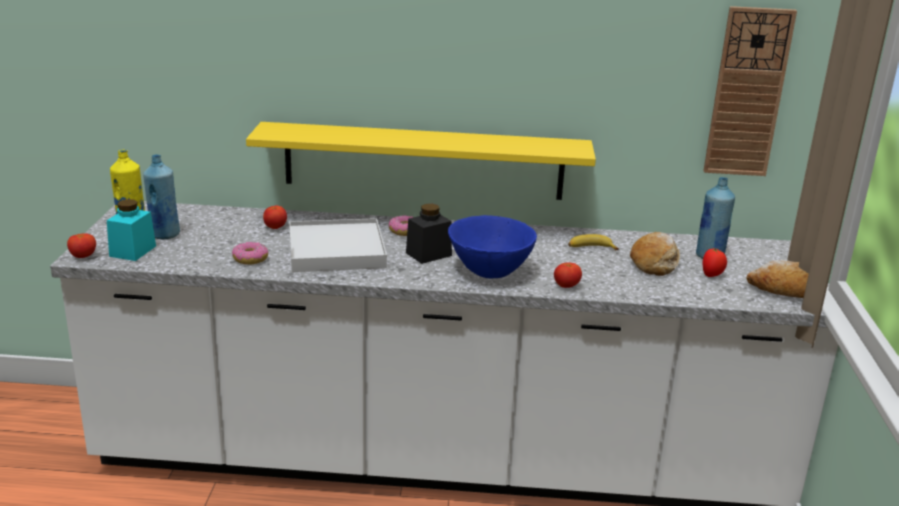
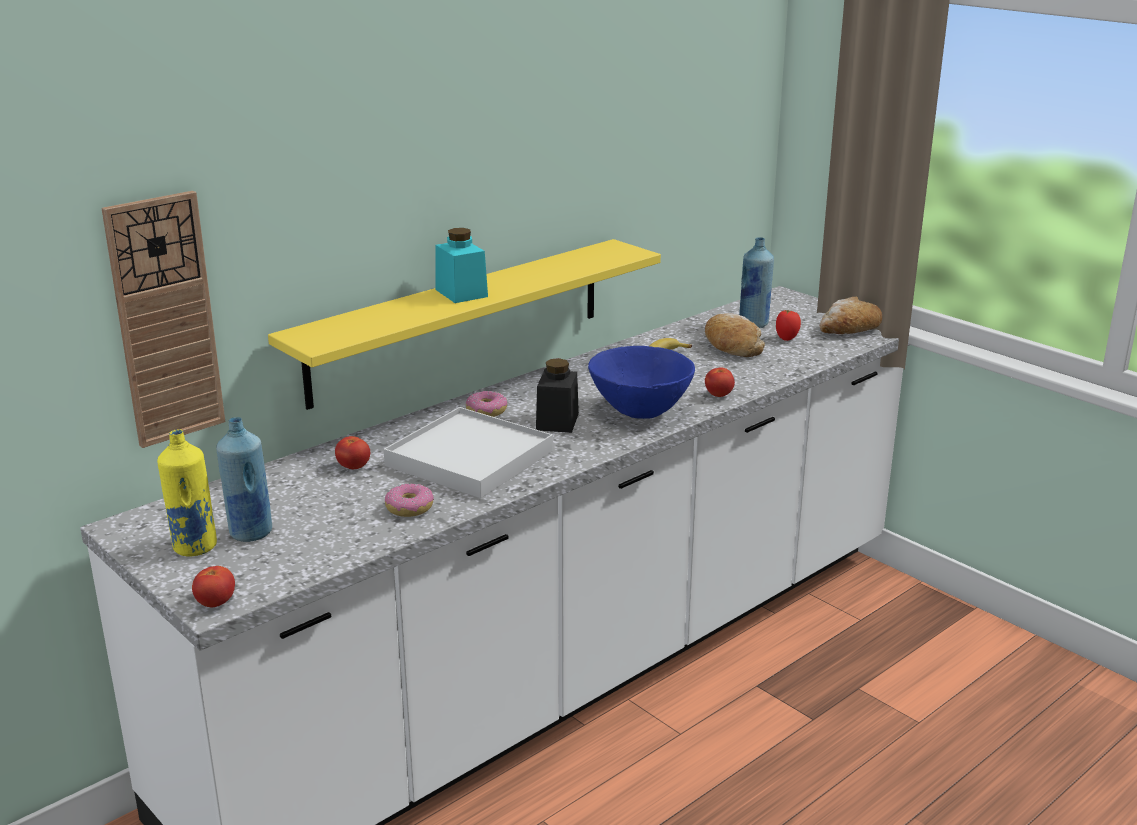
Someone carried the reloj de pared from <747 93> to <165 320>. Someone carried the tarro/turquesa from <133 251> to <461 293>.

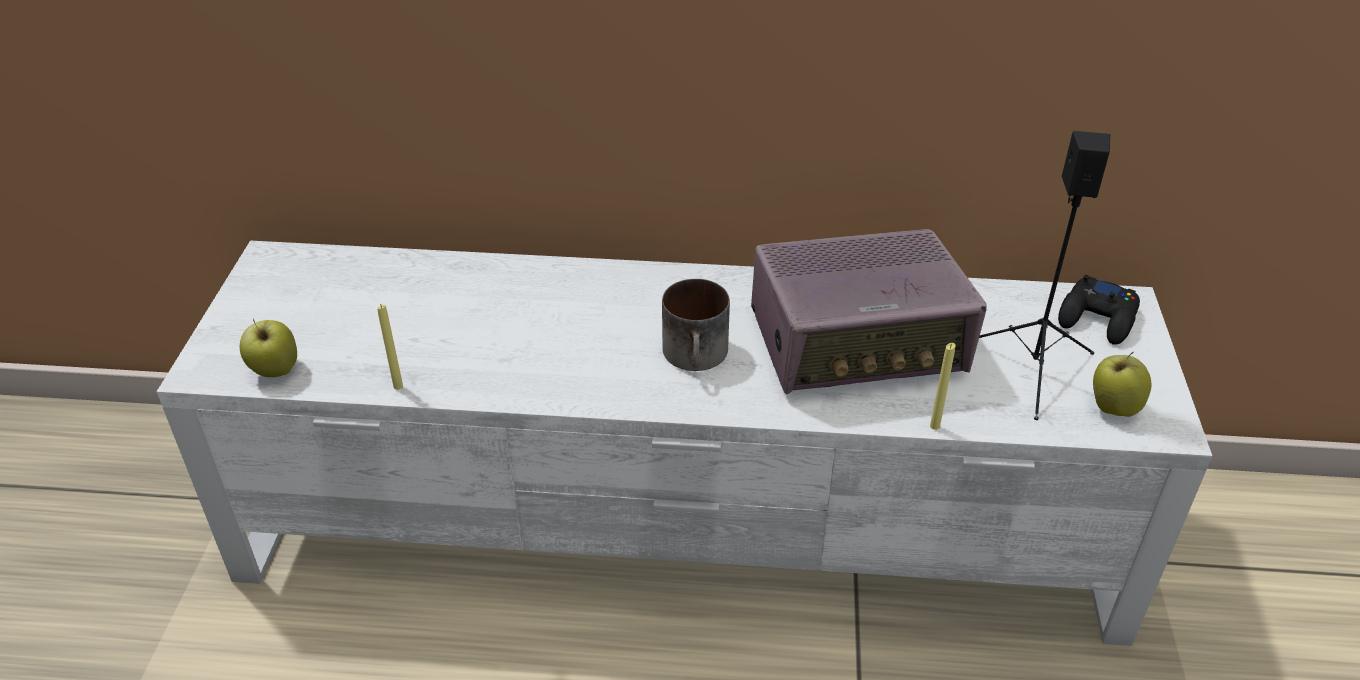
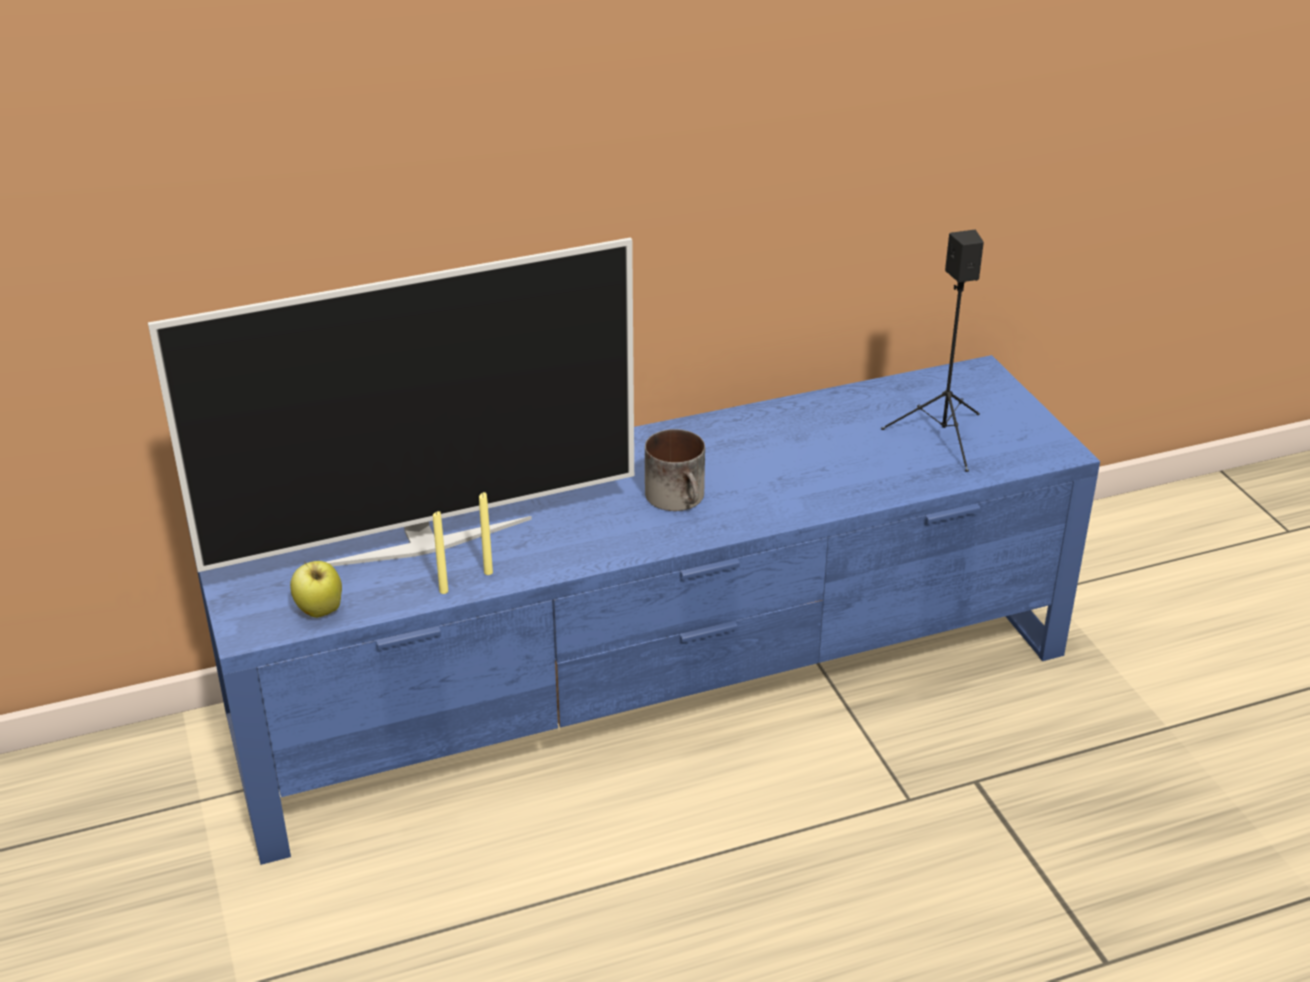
Someone put down the televisor at <422 541>. Someone repainted the mueble de televisión/blanco at <684 527>, which became the mueble de televisión/azul at <658 684>. Someone carried the vela/amarillo from <934 426> to <488 572>. Someone took away the radio at <859 343>. Someone took away the mando de consola/negro at <1098 318>. Someone took away the manzana at <1113 407>.

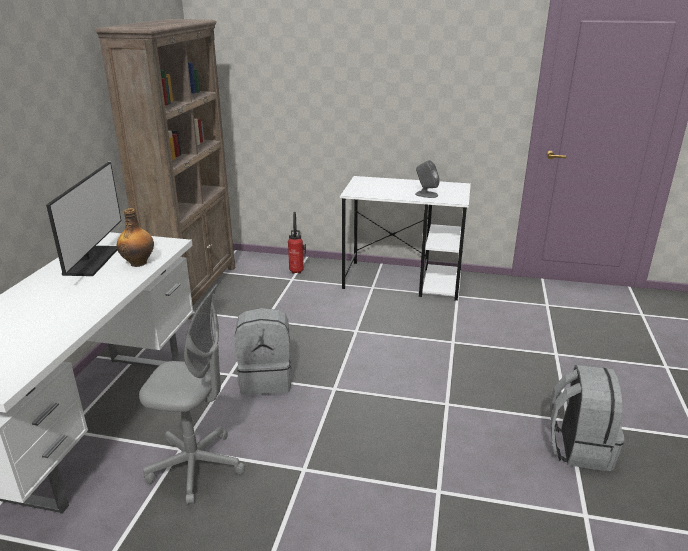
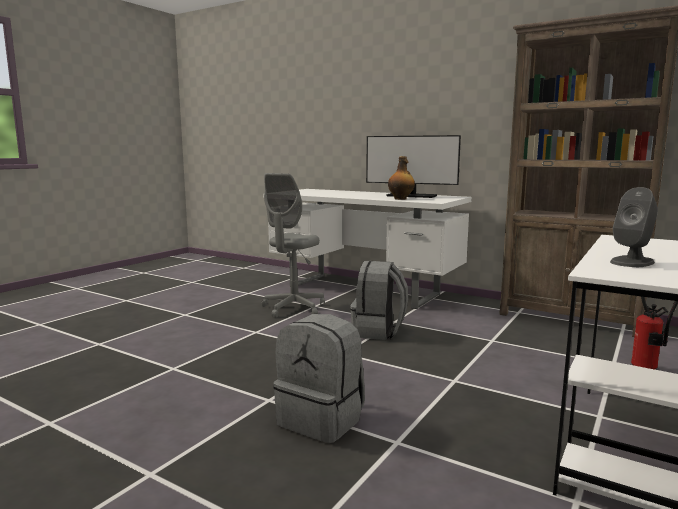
Someone carried the mochila/gris from <578 447> to <322 419>.

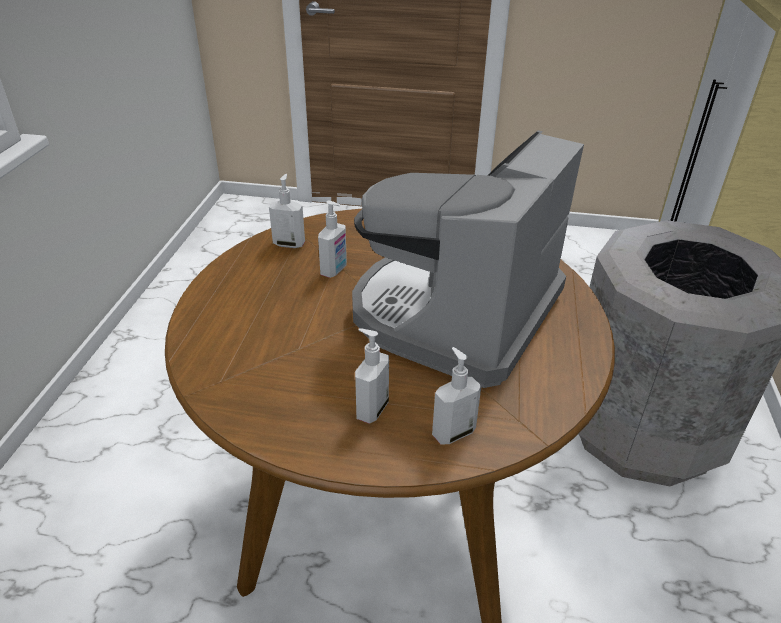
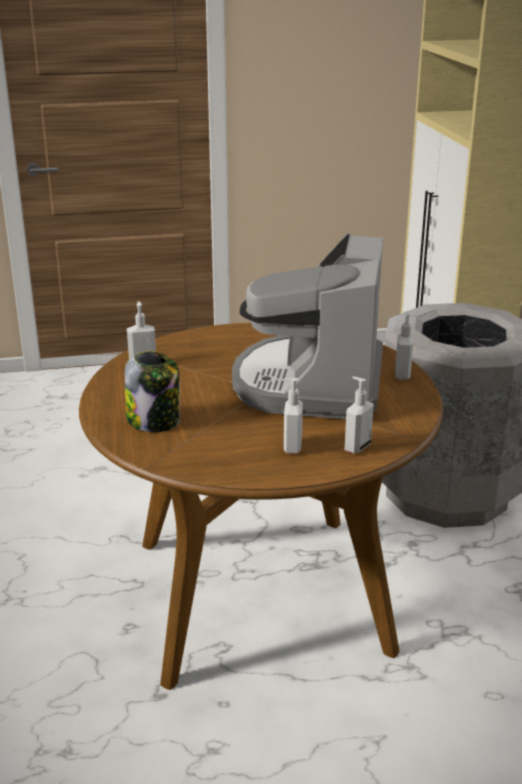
Someone put down the tarro at <154 421>. Someone carried the dispensador de jabón from <334 270> to <403 375>.

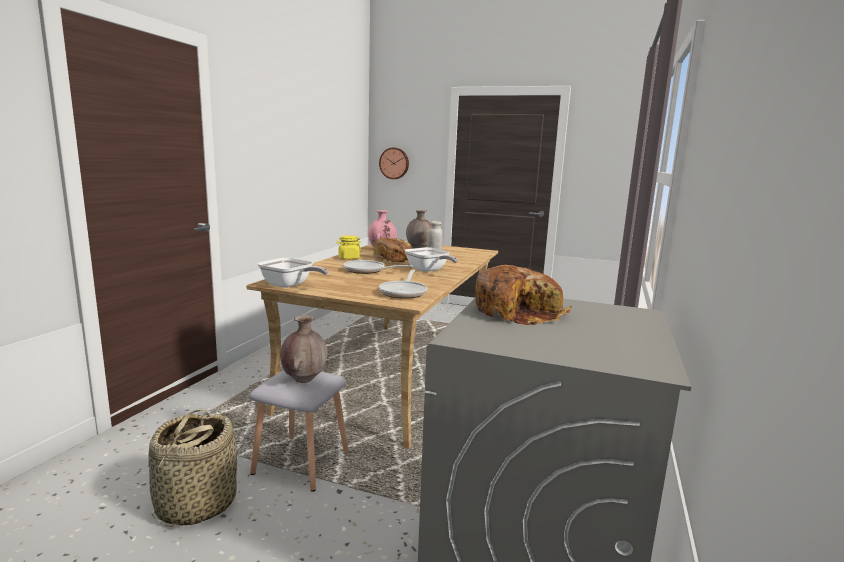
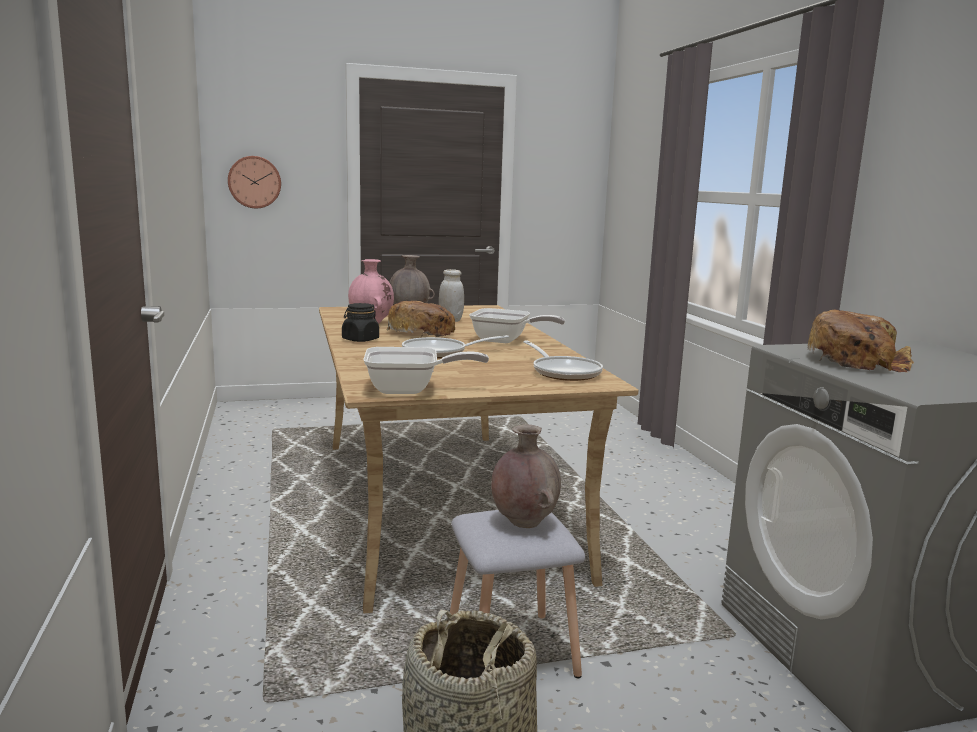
Someone repainted the tarro/amarillo at <348 258>, which became the tarro/negro at <360 340>.

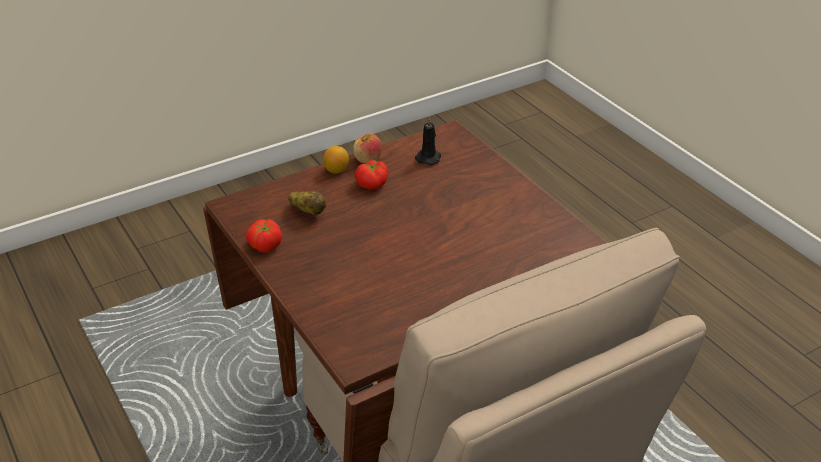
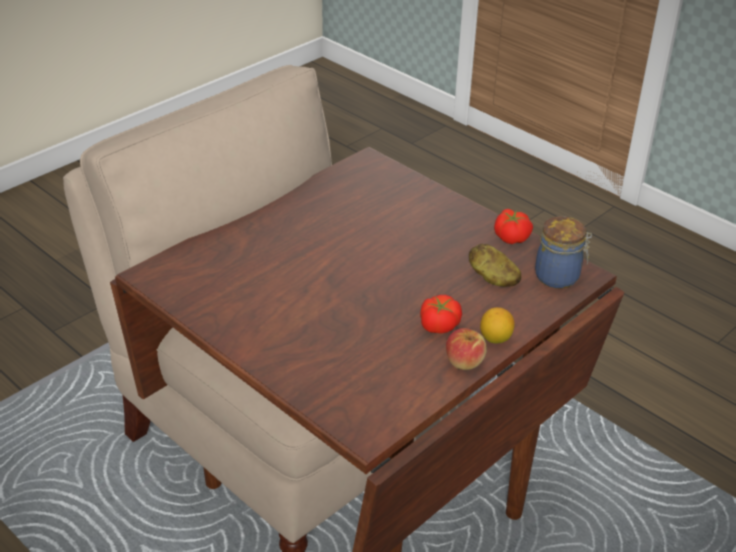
Someone put down the tarro at <559 277>. Someone took away the vela/negro at <428 157>.

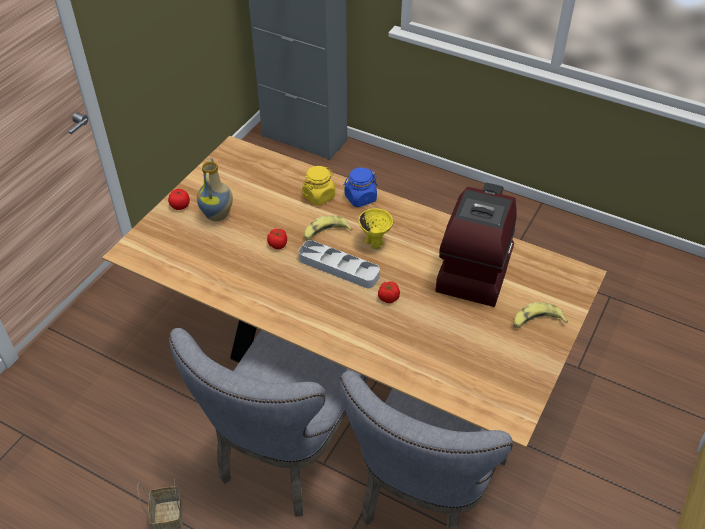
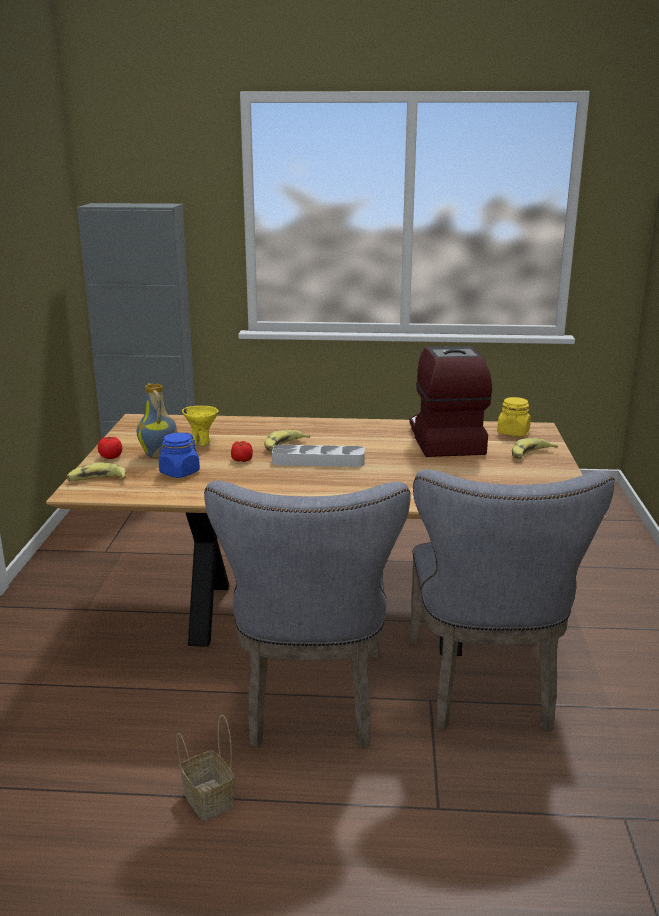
Someone put down the plátano at <97 480>. Someone carried the tarro/azul from <360 198> to <179 472>. Someone carried the cuenco/amarillo from <374 243> to <201 442>. Someone carried the tarro/amarillo from <319 196> to <513 432>. Someone took away the tomate at <388 298>.

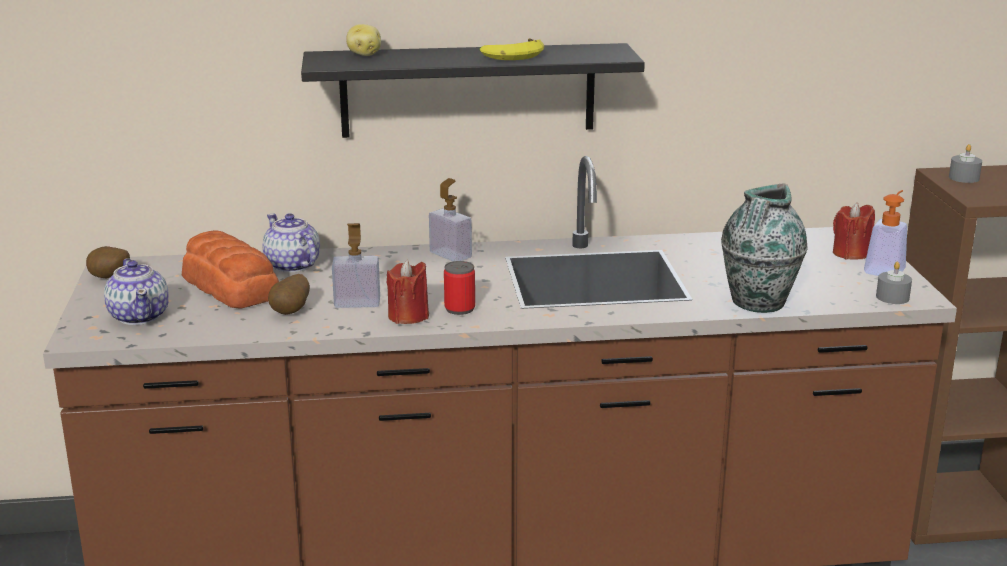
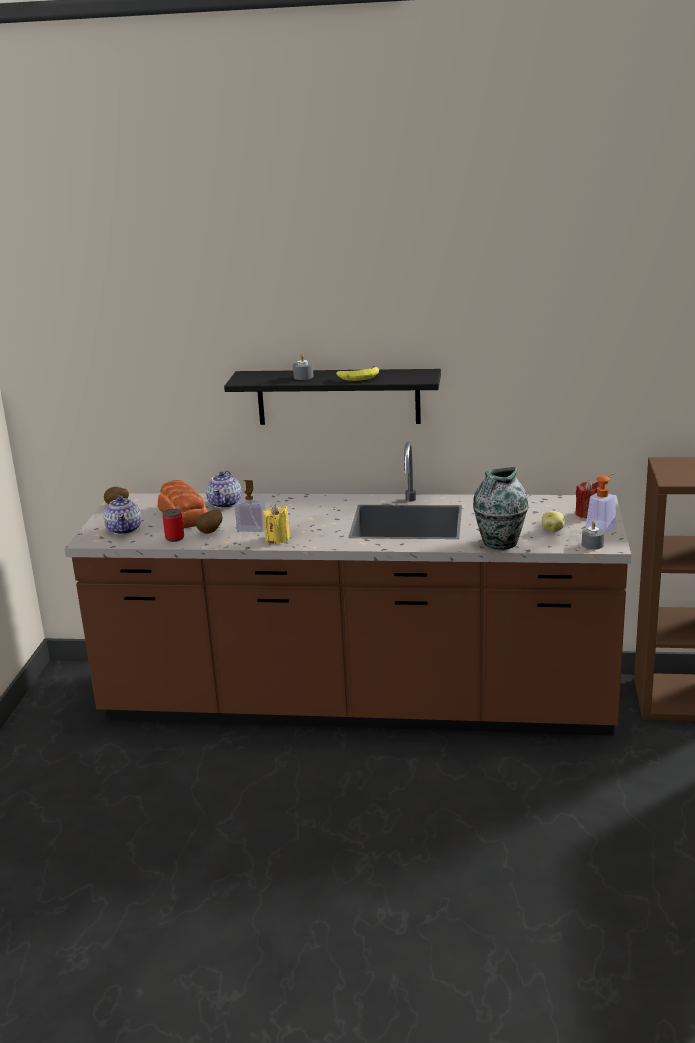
Someone carried the lata from <459 309> to <175 538>. Someone rotated the tetera at <292 266> by 150 degrees counterclockwise. Someone repainted the vela/rojo at <408 316>, which became the vela/amarillo at <277 539>. Someone carried the vela/gris from <964 178> to <303 377>. Someone carried the patata from <364 54> to <552 530>. Someone took away the dispensador de jabón at <450 255>.

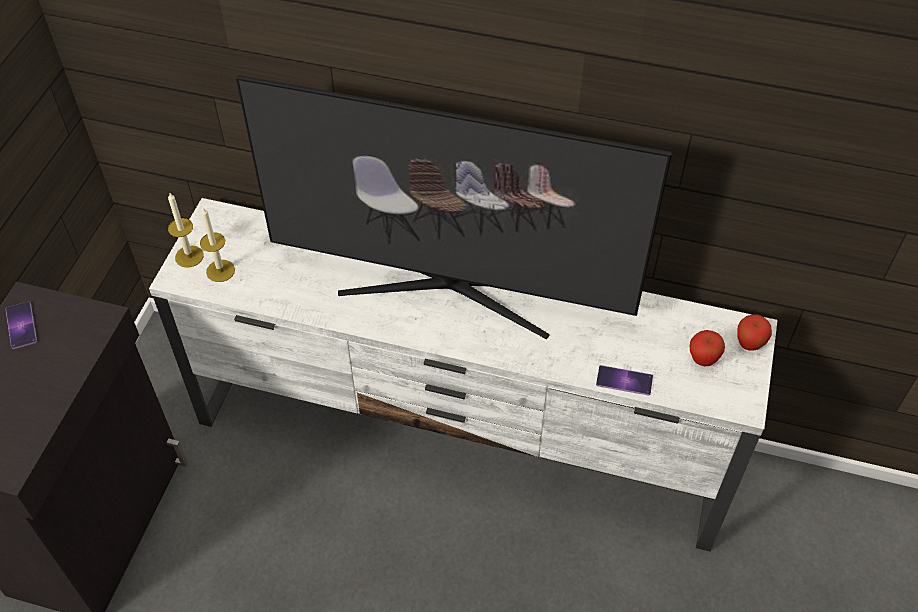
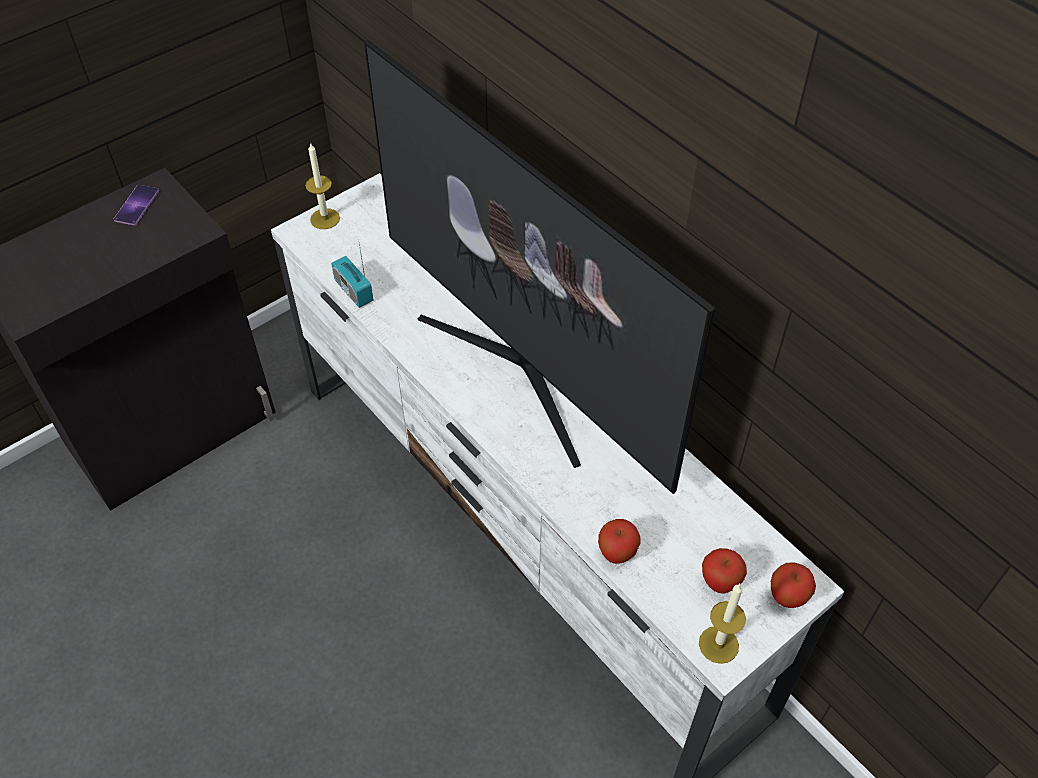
Someone put down the radio at <353 291>. Someone swapped the móvil at <624 380> for the manzana at <617 554>. Someone carried the vela from <220 271> to <718 644>.

